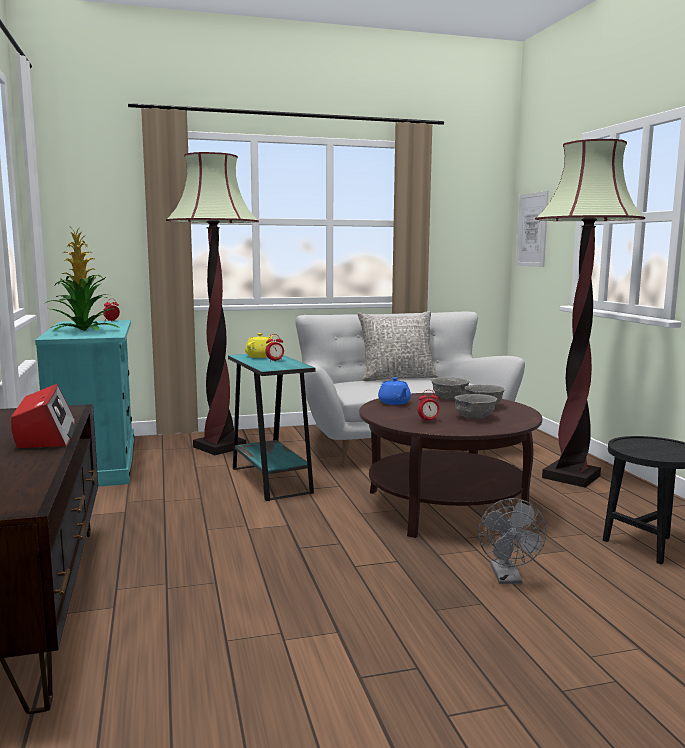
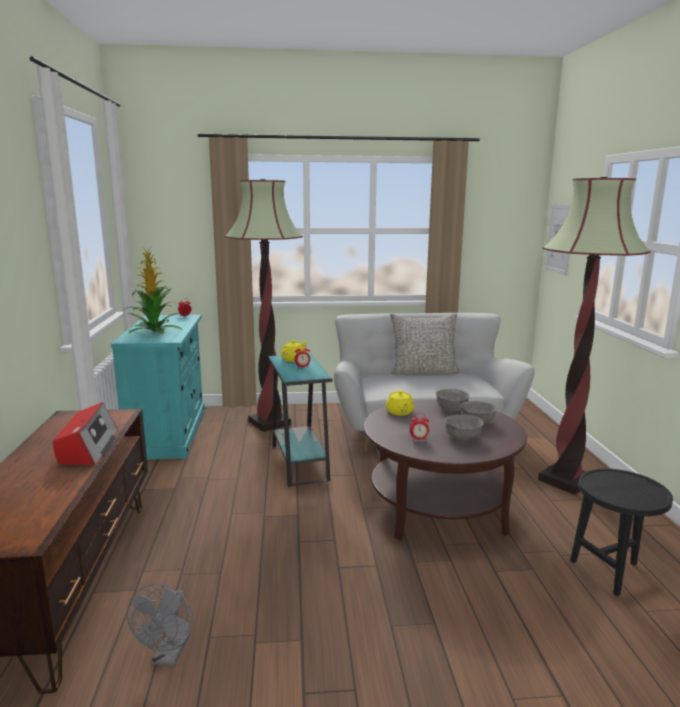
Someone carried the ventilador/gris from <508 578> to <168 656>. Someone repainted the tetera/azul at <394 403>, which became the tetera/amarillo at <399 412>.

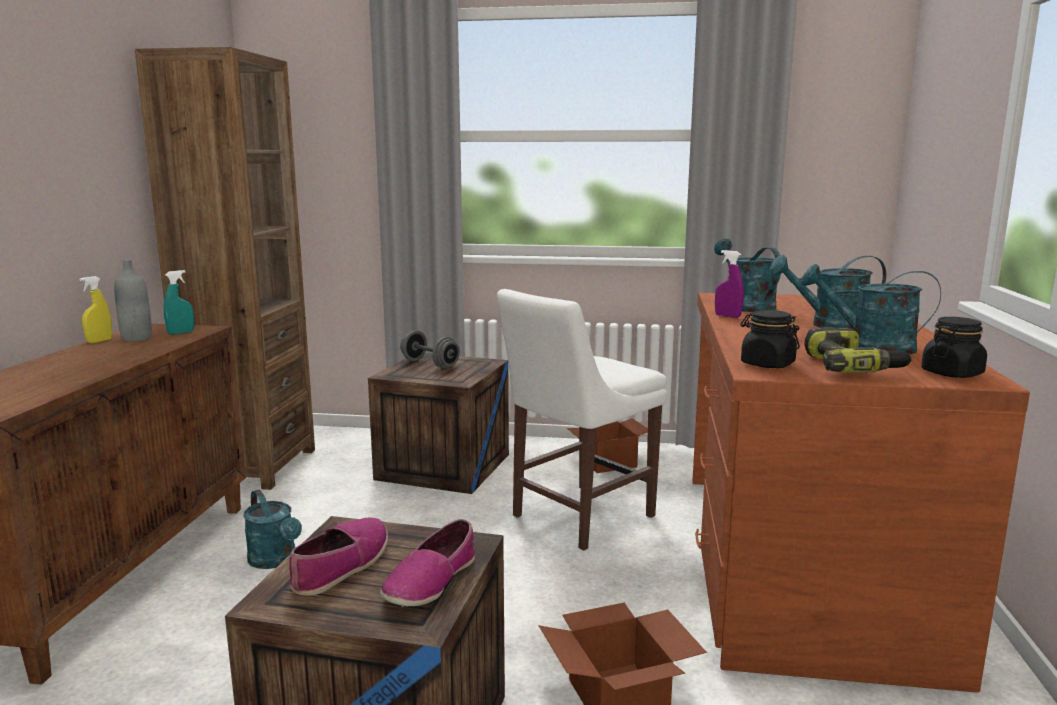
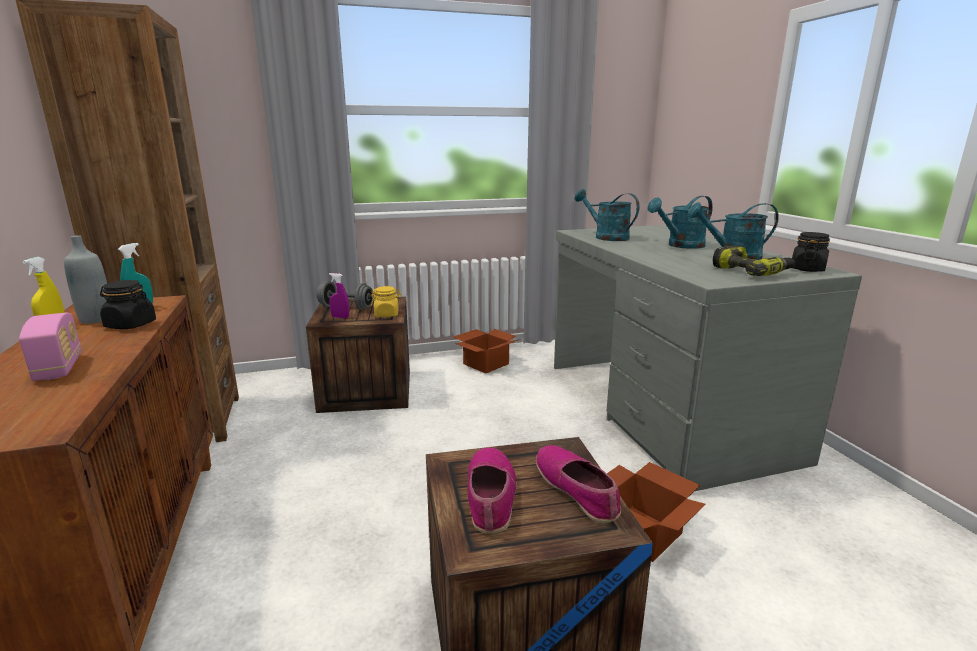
Someone put down the radio at <59 368>. Someone carried the tarro/negro from <767 364> to <130 325>. Someone carried the pulverizador/morado from <727 316> to <340 317>. Someone put down the tarro/amarillo at <387 314>. Someone rotated the zapato at <430 581> by 150 degrees clockwise. Someone repainted the escritorio/marrón at <798 562>, which became the escritorio/gris at <661 409>. Someone took away the regadera/turquesa at <276 561>. Someone took away the silla/blanco at <577 517>.

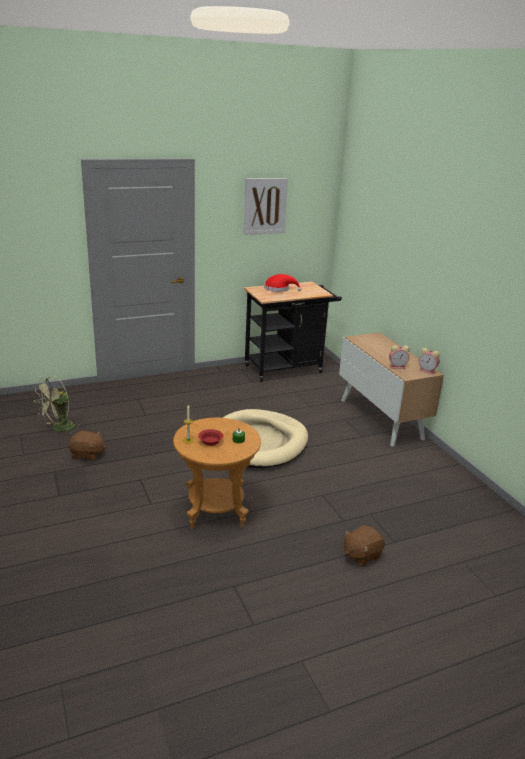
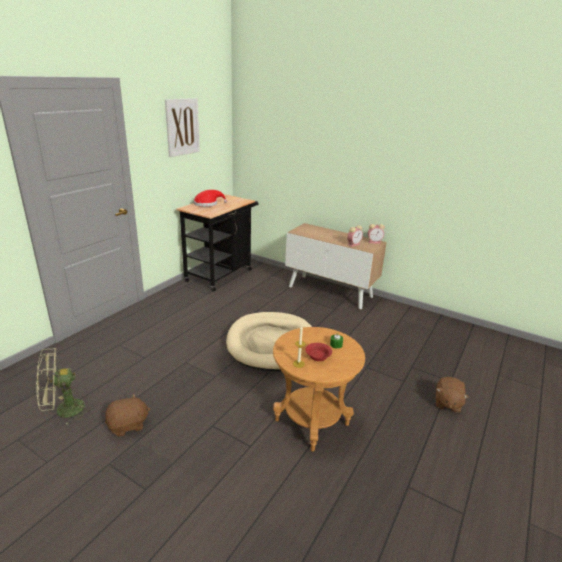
Someone rotated the ventilador/verde at <59 429> by 60 degrees clockwise.

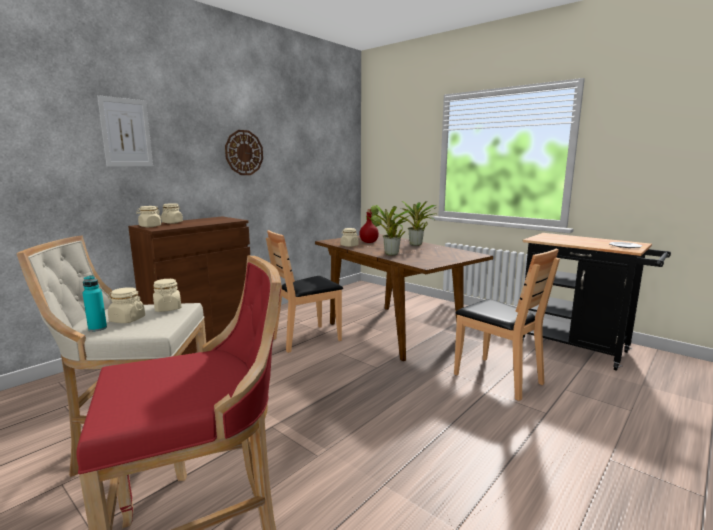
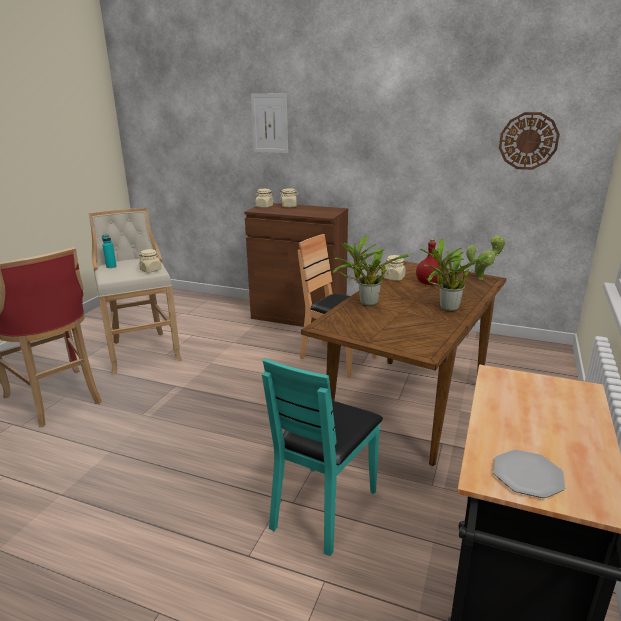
Someone repainted the silla/marrón at <497 378>, which became the silla/turquesa at <323 507>. Someone carried the reloj de pared from <244 152> to <528 141>. Someone took away the tarro/beis at <127 319>.

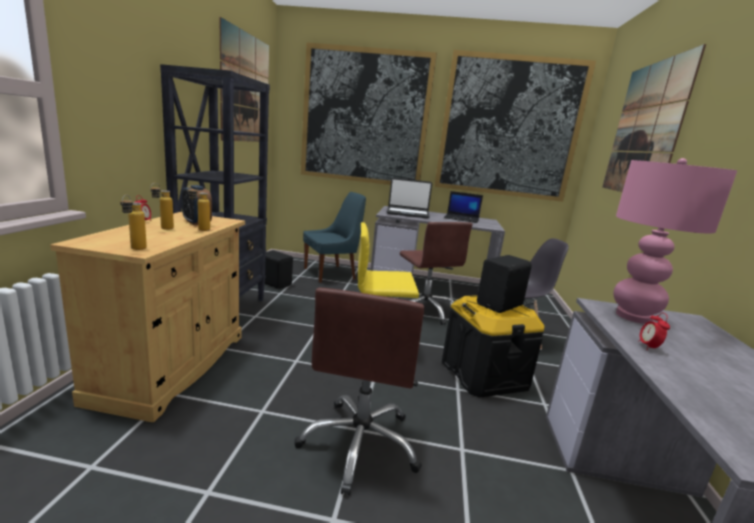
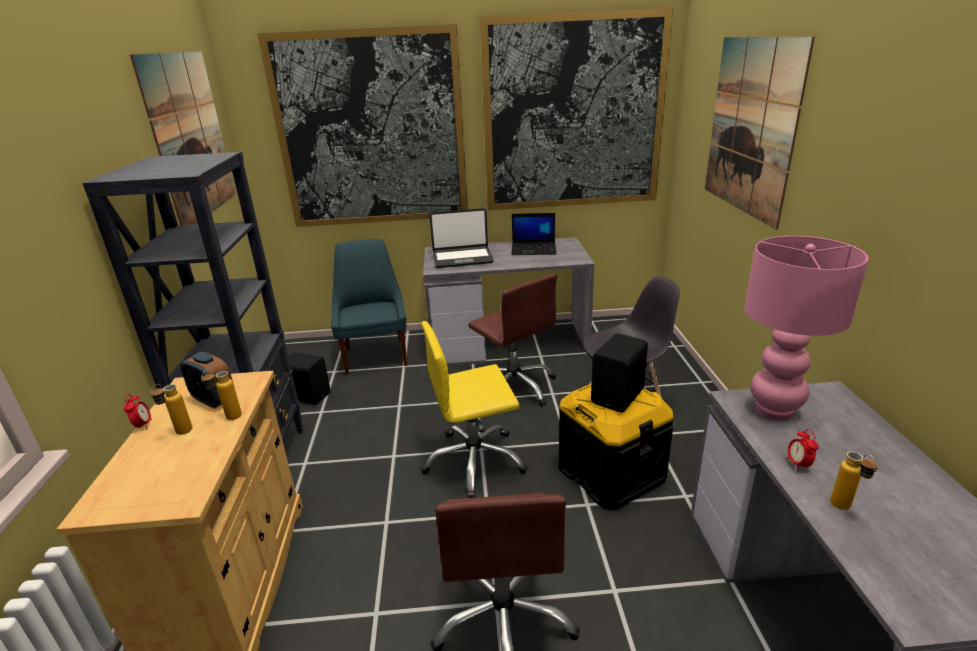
Someone rotated the silla/azul at <331 274> by 60 degrees counterclockwise. Someone carried the botella from <135 249> to <845 509>.

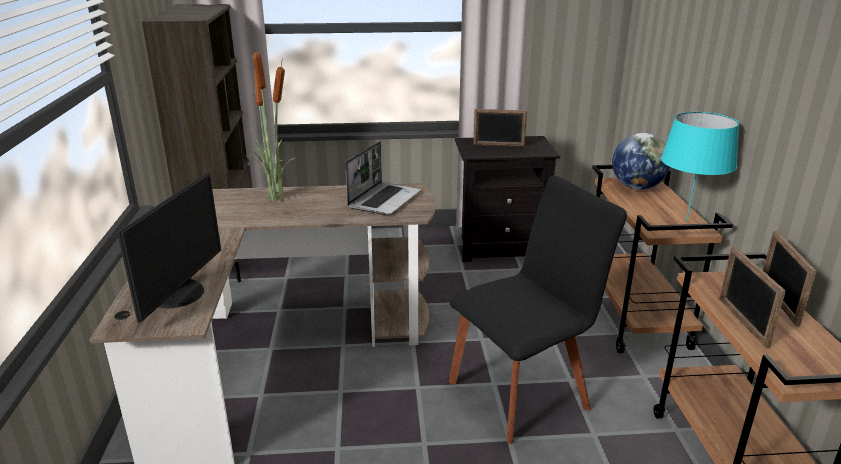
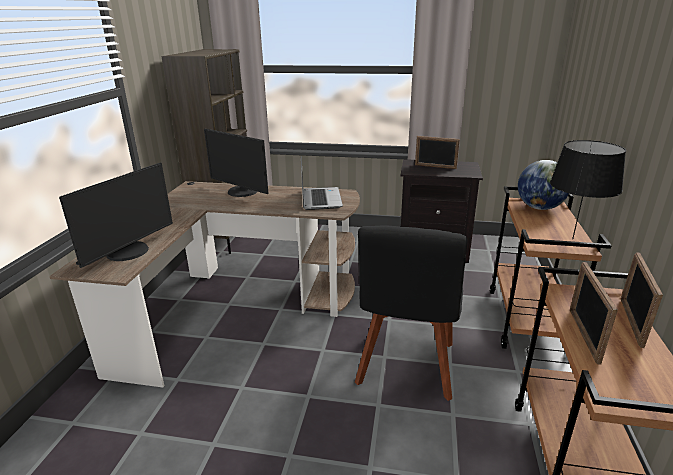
Someone swapped the planta en maceta at <275 198> for the monitor at <241 192>. Someone rotated the portátil at <384 199> by 45 degrees counterclockwise. Someone rotated the silla/negro at <523 391> by 120 degrees clockwise. Someone repainted the lámpara de mesa/turquesa at <686 220>, which became the lámpara de mesa/negro at <572 239>.

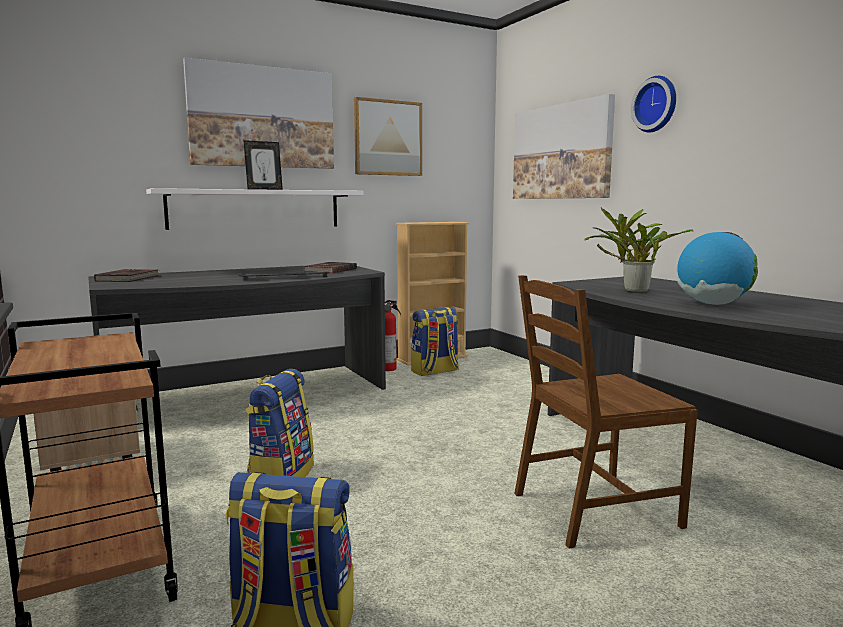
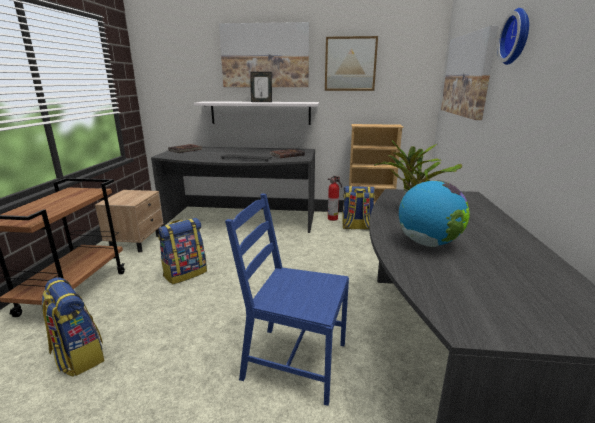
Someone repainted the silla/marrón at <593 509>, which became the silla/azul at <293 362>.

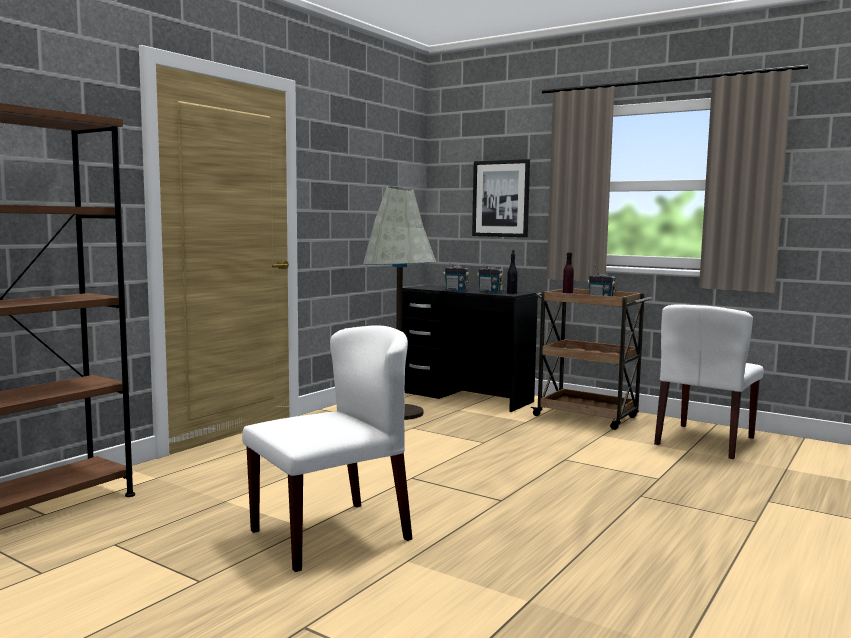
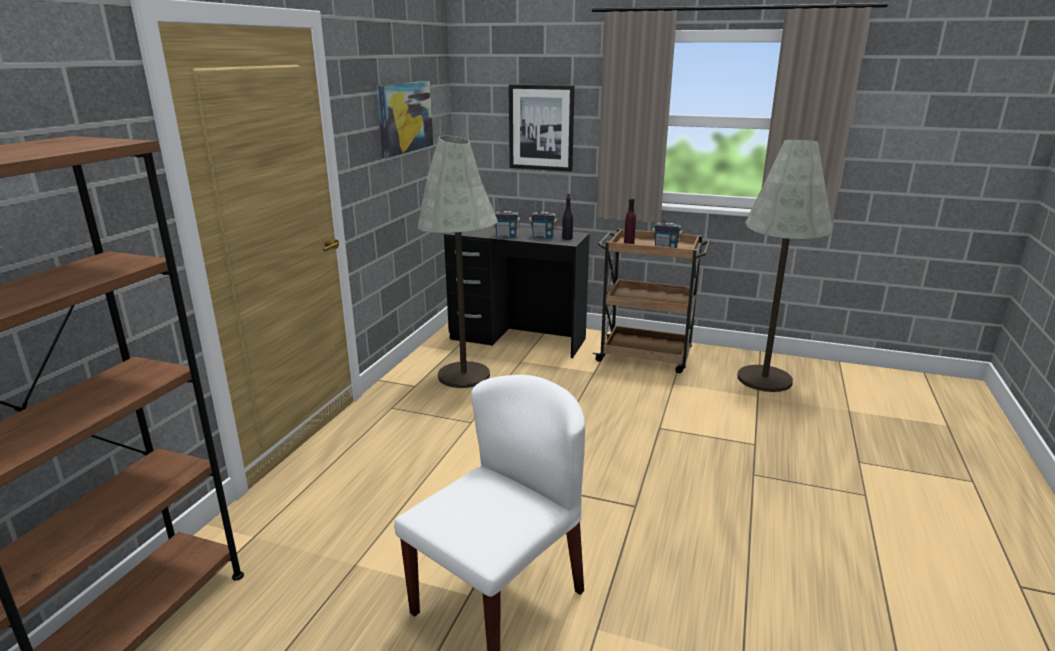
Someone put up the cuadro at <404 117>. Someone swapped the silla/blanco at <705 441> for the lámpara de pie/gris at <764 379>.

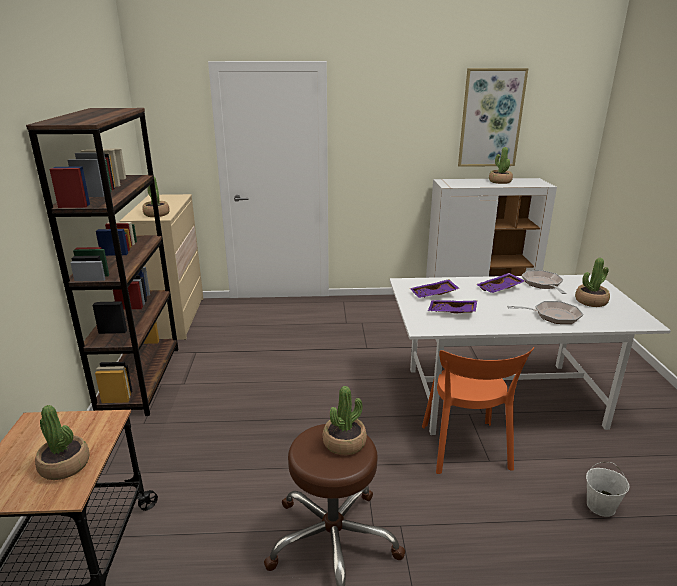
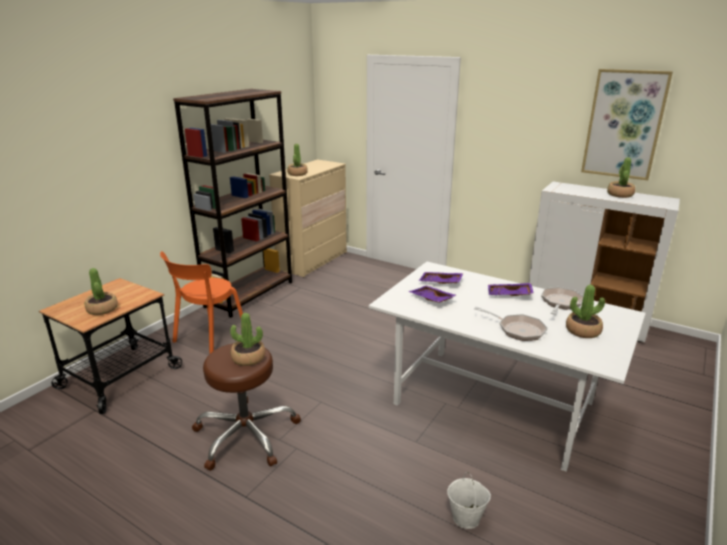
Someone carried the silla/naranja from <466 450> to <208 339>.

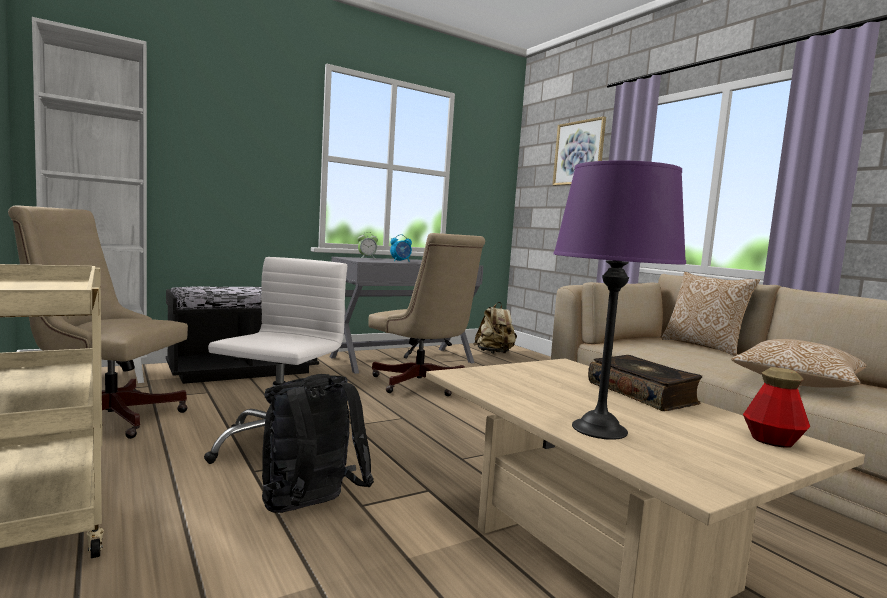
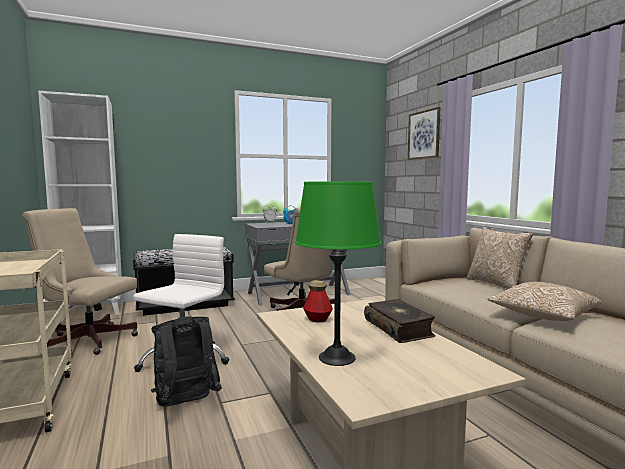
Someone repainted the lámpara de mesa/morado at <600 429>, which became the lámpara de mesa/verde at <337 358>. Someone carried the botella from <772 441> to <317 319>. Someone took away the mochila/beis at <494 353>.

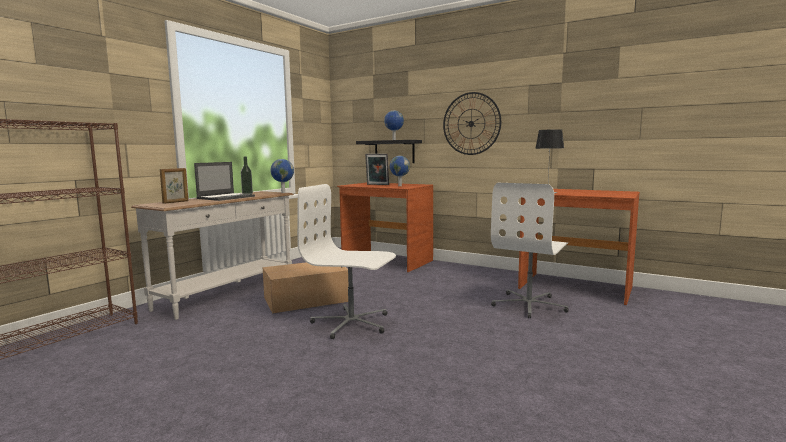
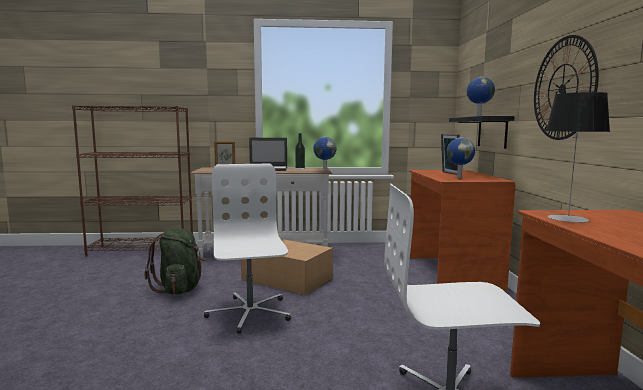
Someone put down the mochila/verde at <179 289>.

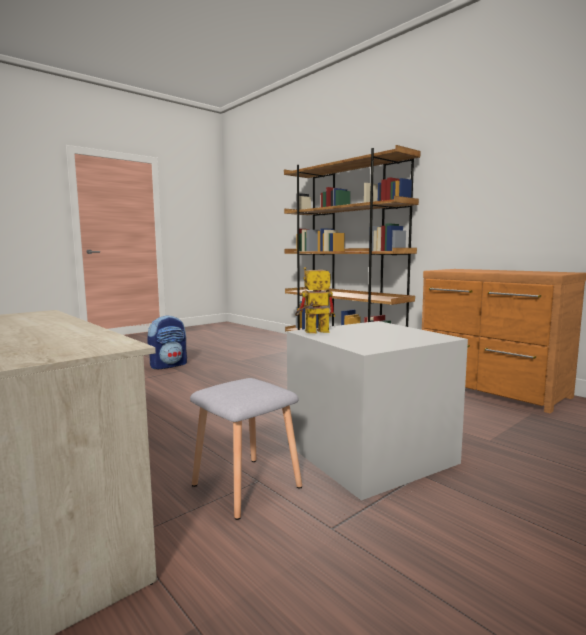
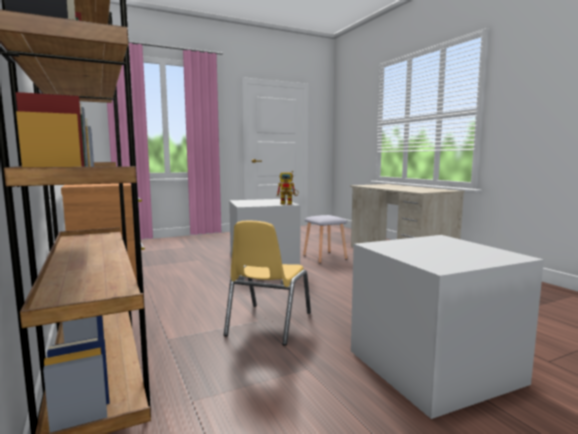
Someone put down the silla/amarillo at <268 324>. Someone swapped the mochila at <169 365> for the caja de almacenaje/gris at <433 368>.

